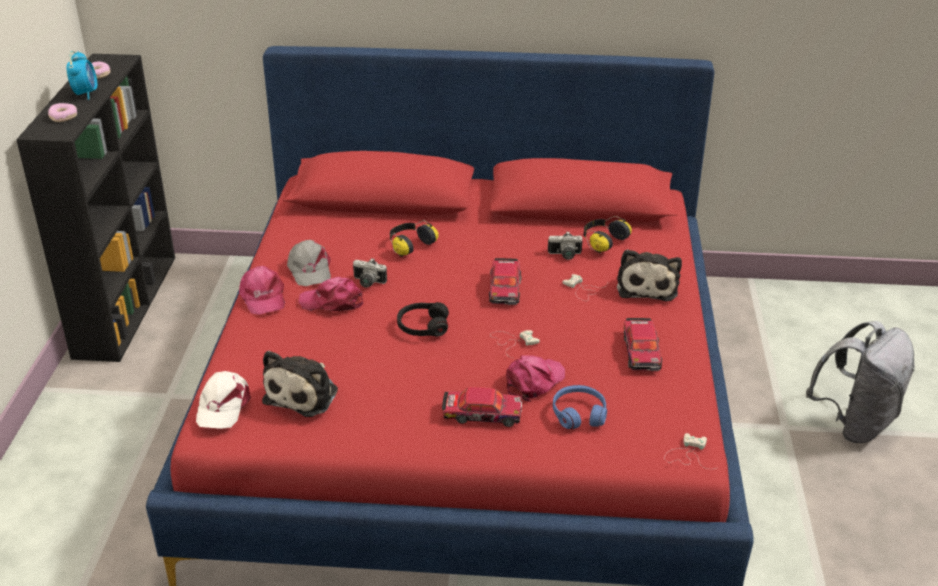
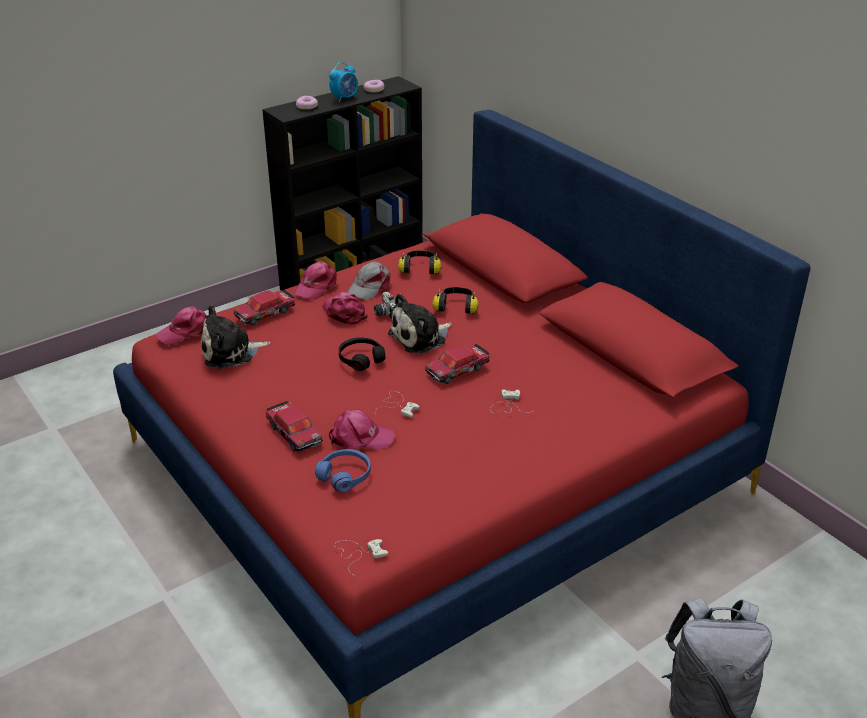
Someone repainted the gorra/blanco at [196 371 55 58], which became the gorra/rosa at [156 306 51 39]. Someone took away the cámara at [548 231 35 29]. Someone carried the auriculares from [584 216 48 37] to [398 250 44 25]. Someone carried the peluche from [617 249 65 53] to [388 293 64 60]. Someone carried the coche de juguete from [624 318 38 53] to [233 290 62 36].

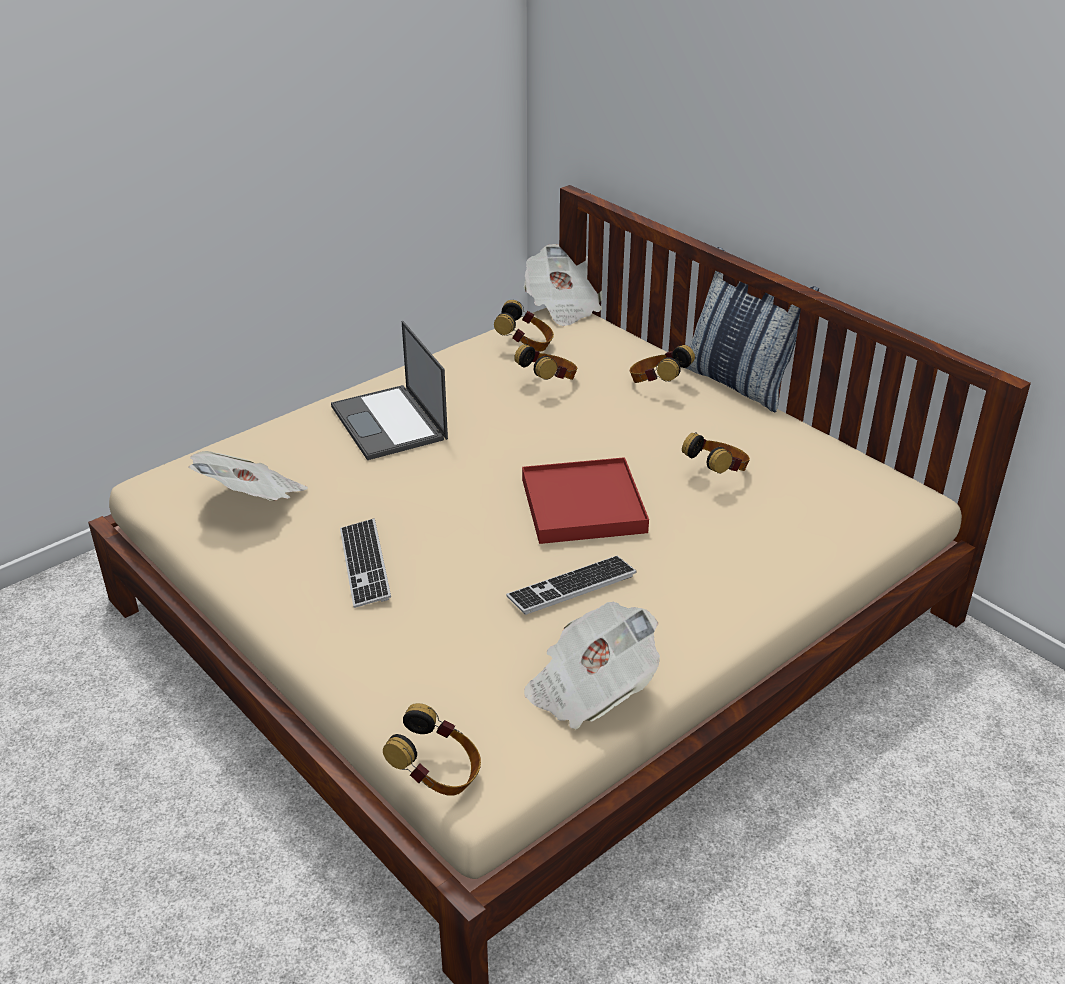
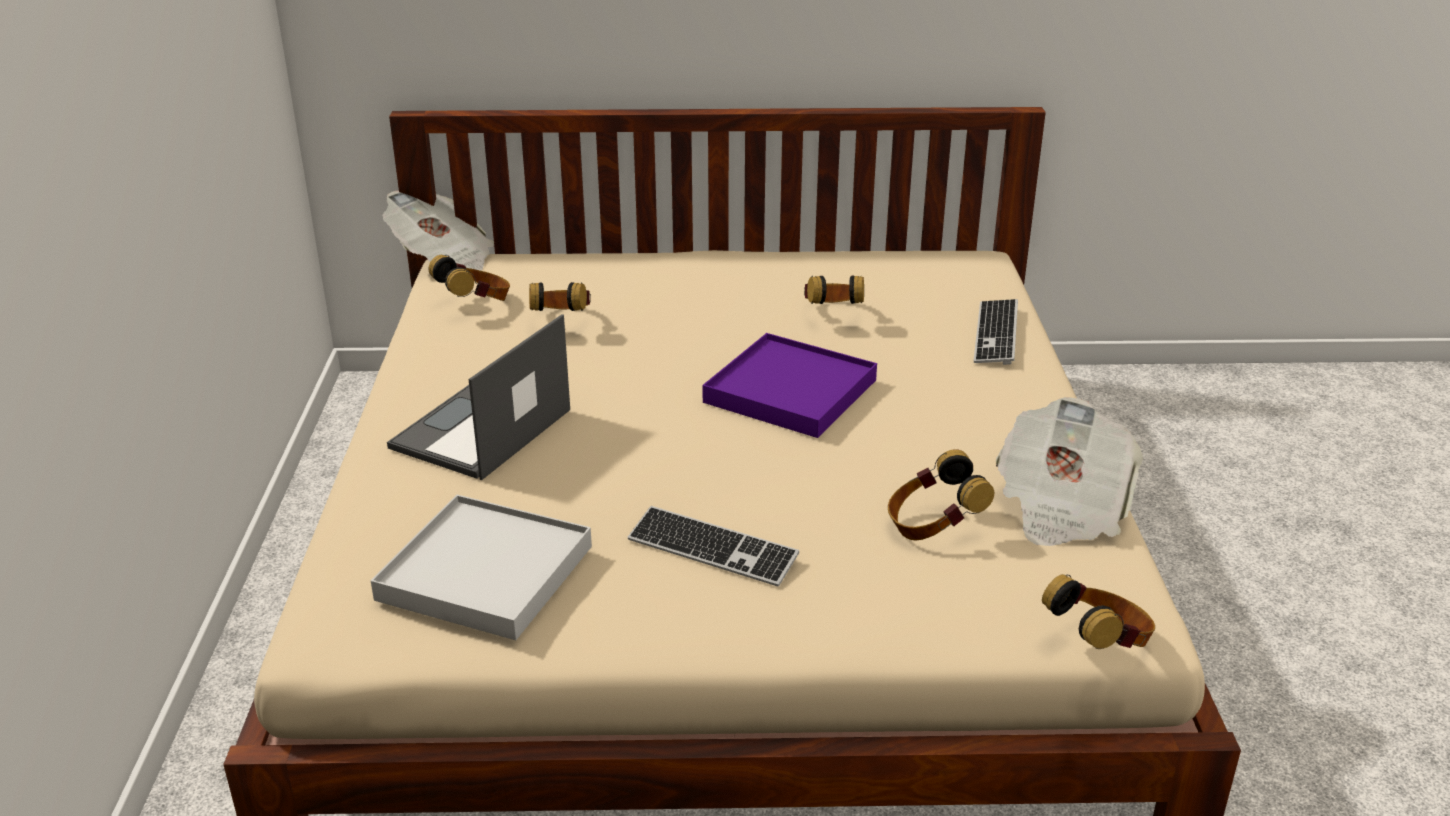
Someone swapped the periódico at [188 451 120 50] for the bandeja/blanco at [371 495 221 145]. Someone rotated the portátil at [331 321 117 139] by 105 degrees clockwise. Someone carried the teclado from [506 556 131 59] to [974 299 44 66]. Someone repainted the bandeja/rojo at [522 457 127 87], which became the bandeja/morado at [702 333 175 105]. Someone carried the auriculares from [630 345 65 38] to [888 449 106 92]. Someone took away the cojín at [686 247 133 165].

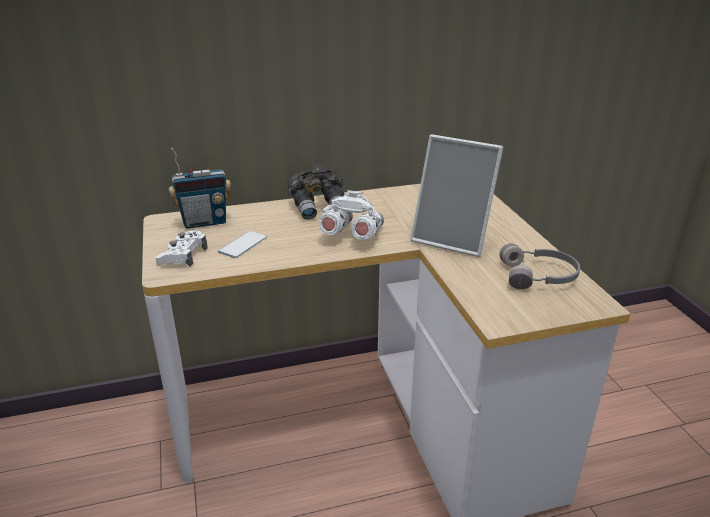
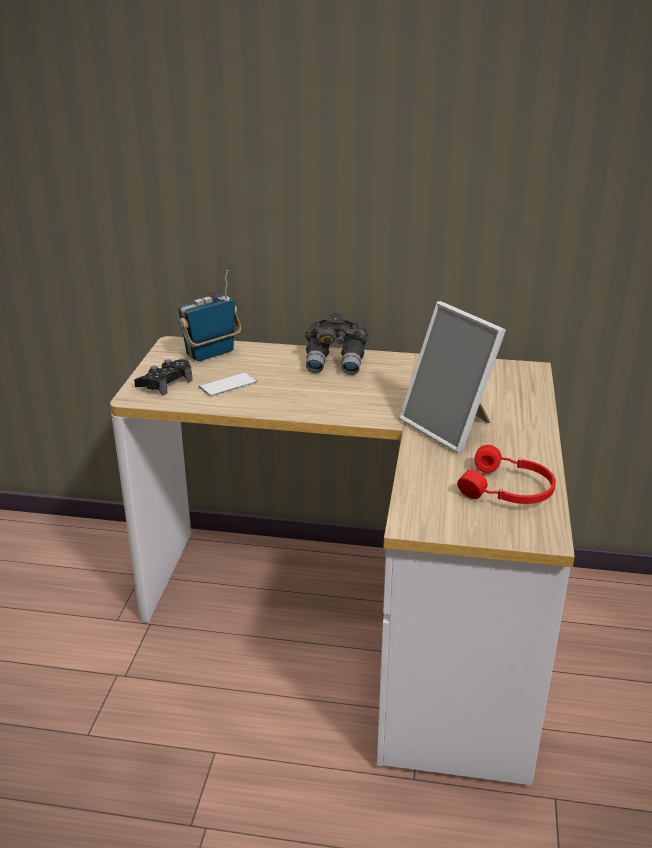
Someone repainted the mando de consola/blanco at [156 230 52 37], which became the mando de consola/negro at [134 359 59 37]. Someone rotated the radio at [169 148 62 81] by 135 degrees clockwise. Someone took away the prismáticos/blanco at [318 190 66 50]. Someone repainted the auriculares/gris at [500 243 80 46], which became the auriculares/rojo at [457 445 99 59].

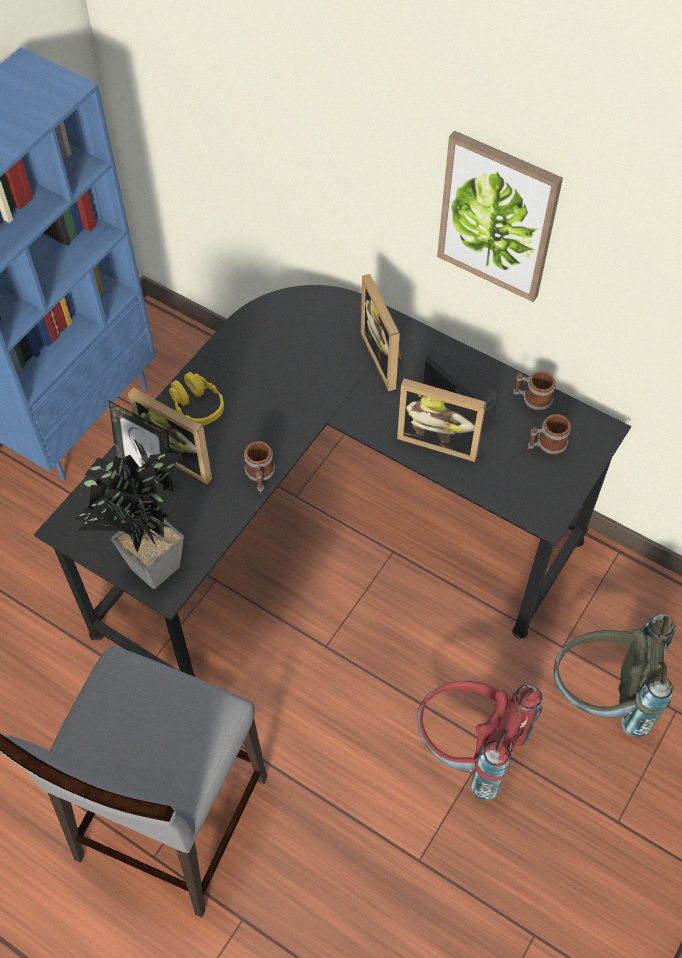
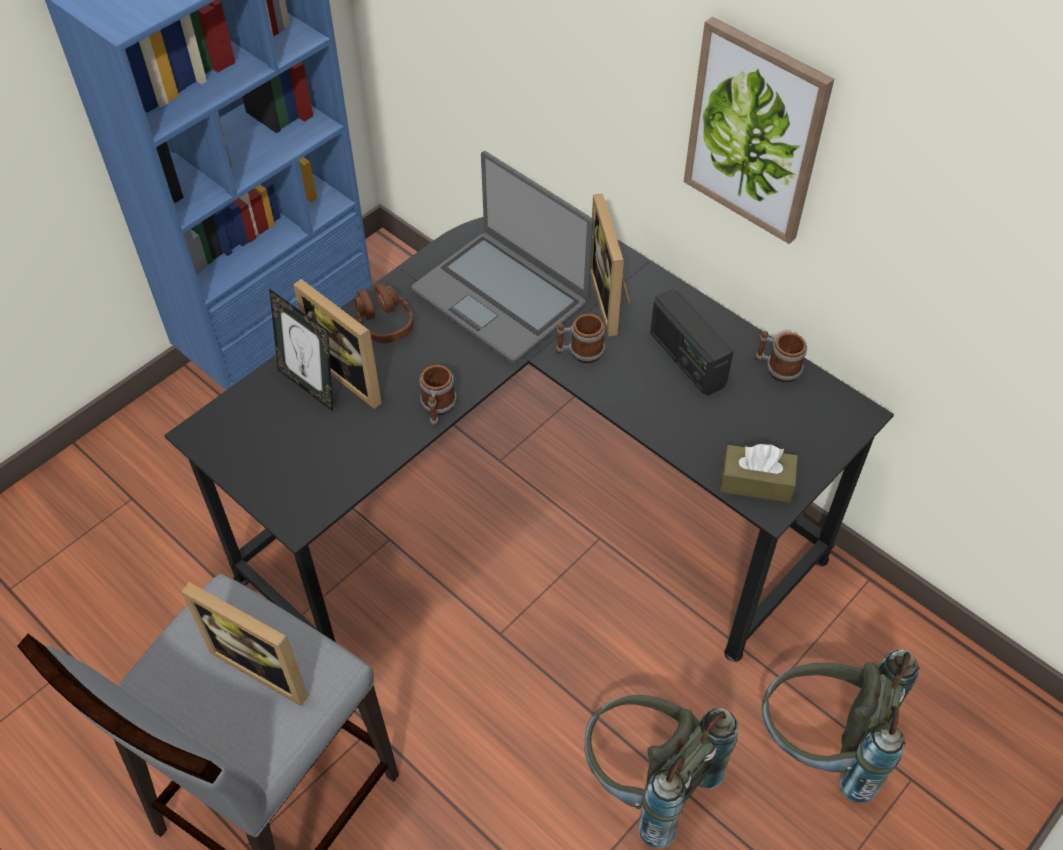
Someone took away the planta en maceta at [74 440 110 149]. Someone repainted the auriculares/amarillo at [169 372 55 54], which became the auriculares/marrón at [354 282 59 61]. Someone carried the portarretratos from [397 378 90 84] to [181 582 127 124]. Someone repainted the mochila/rojo at [417 681 126 120], which became the mochila/gris at [585 694 153 154]. Someone carried the taza grande from [526 414 45 41] to [555 314 50 49]. Someone put down the portátil at [412 151 181 213]. Someone put down the caja de pañuelos/marrón at [720 444 78 59].

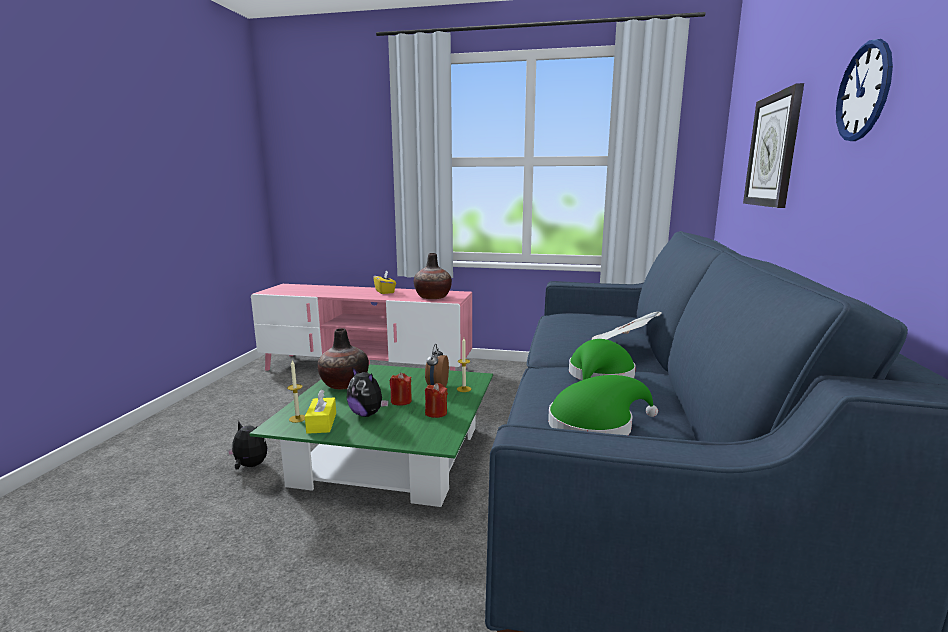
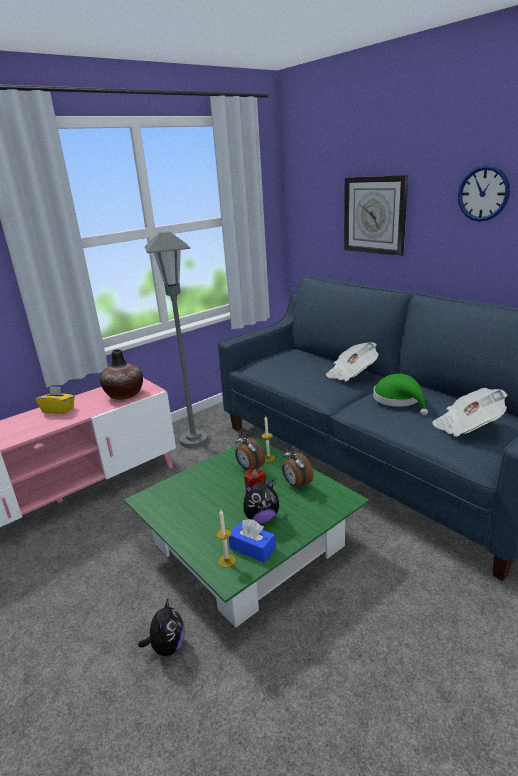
Someone rotated the peluche at [227 421 40 49] by 120 degrees clockwise. Someone repainted the caja de pañuelos/amarillo at [305 389 31 45], which became the caja de pañuelos/azul at [228 519 48 44]. Someone took away the florero at [318 328 51 62]. Someone swapped the vela/rojo at [425 383 23 35] for the despertador at [282 446 31 43]. Someone swapped the sombrero/verde at [548 375 110 60] for the periódico at [432 388 76 49]. Someone put down the lámpara de pie/gris at [145 231 63 217].

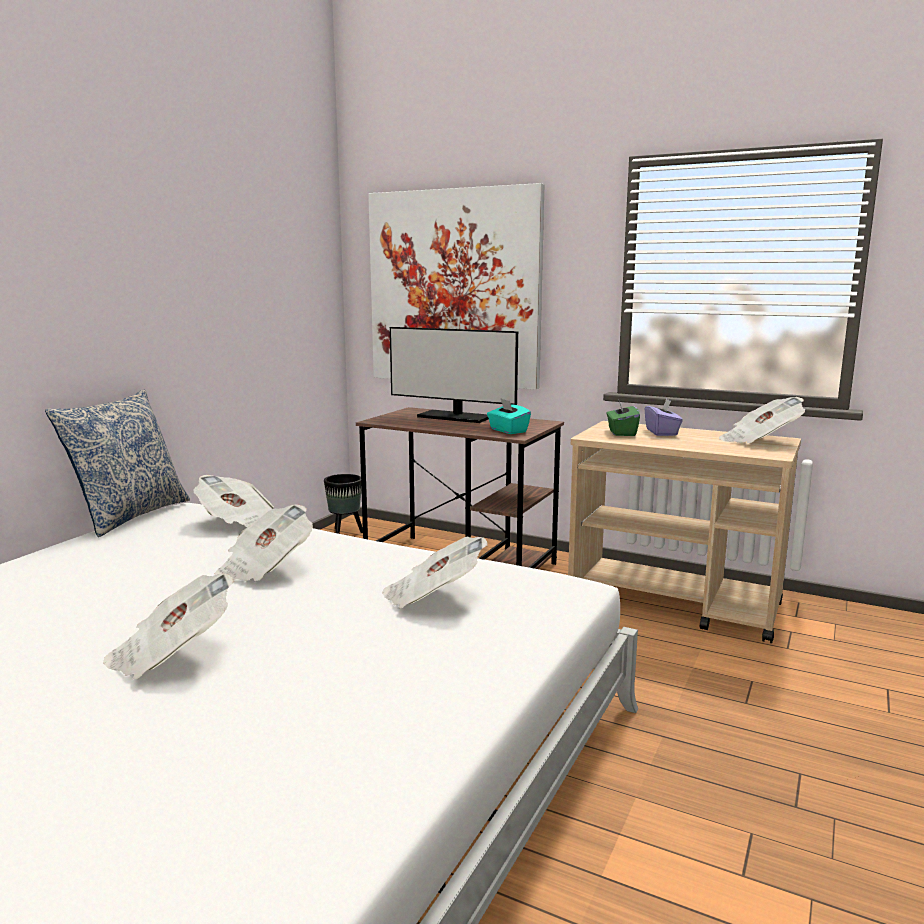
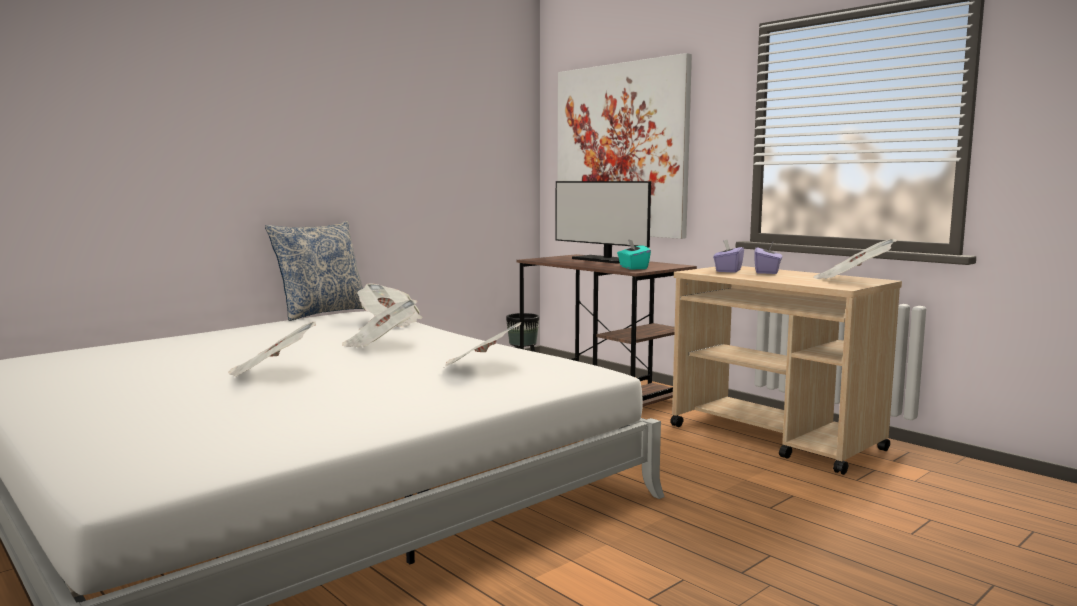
Someone repainted the caja de pañuelos/verde at [607 399 33 37], which became the caja de pañuelos/morado at [713 240 31 33].

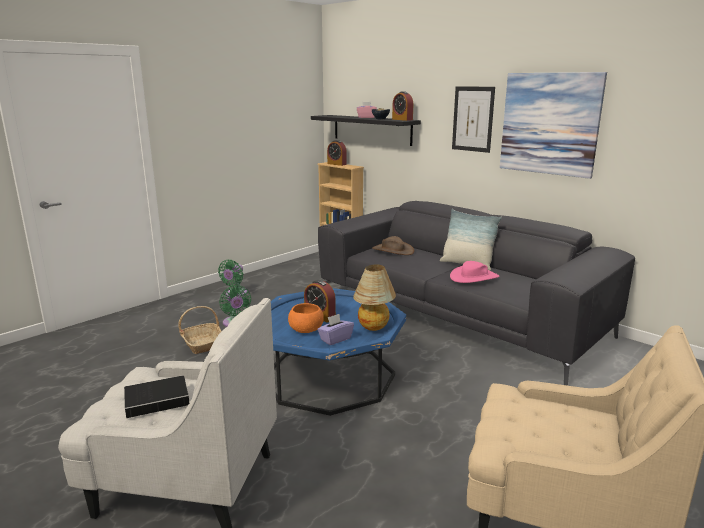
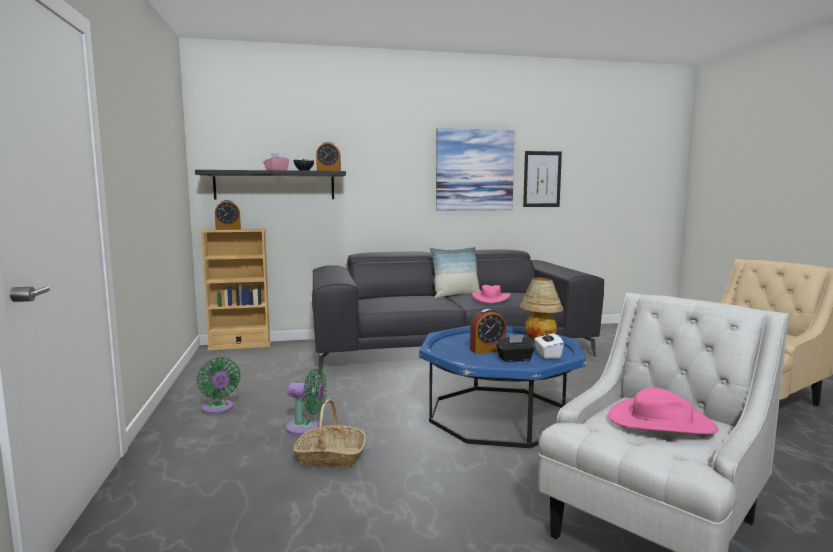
Someone swapped the libro at [124 375 67 43] for the sombrero/rosa at [608 387 111 47]. Someone swapped the cuenco/naranja at [288 303 36 30] for the caja de pañuelos/negro at [496 335 39 27]. Someone repainted the caja de pañuelos/morado at [317 314 37 31], which became the caja de pañuelos/blanco at [534 329 30 30]. Someone took away the sombrero/marrón at [372 236 42 19]. Someone carried the cuadro from [452 86 43 67] to [523 151 39 56].

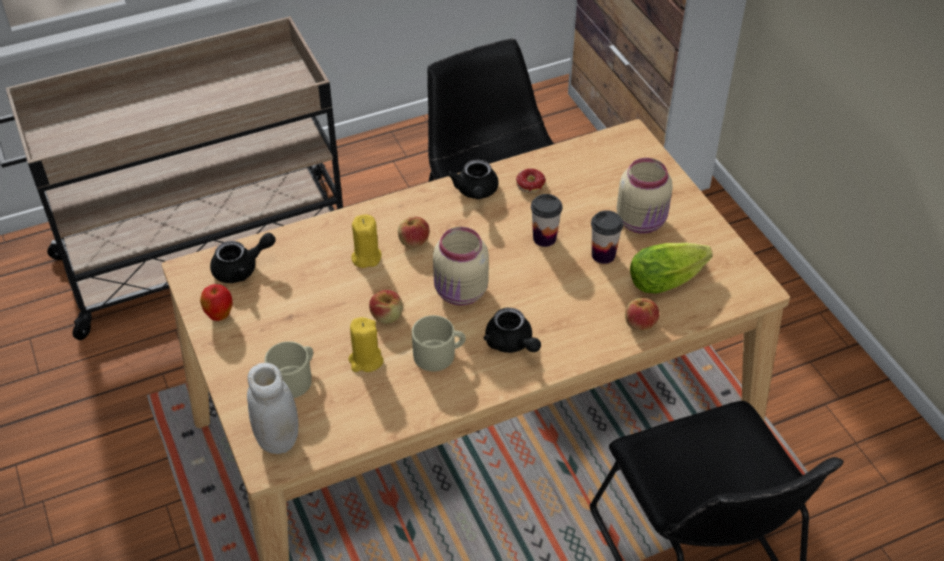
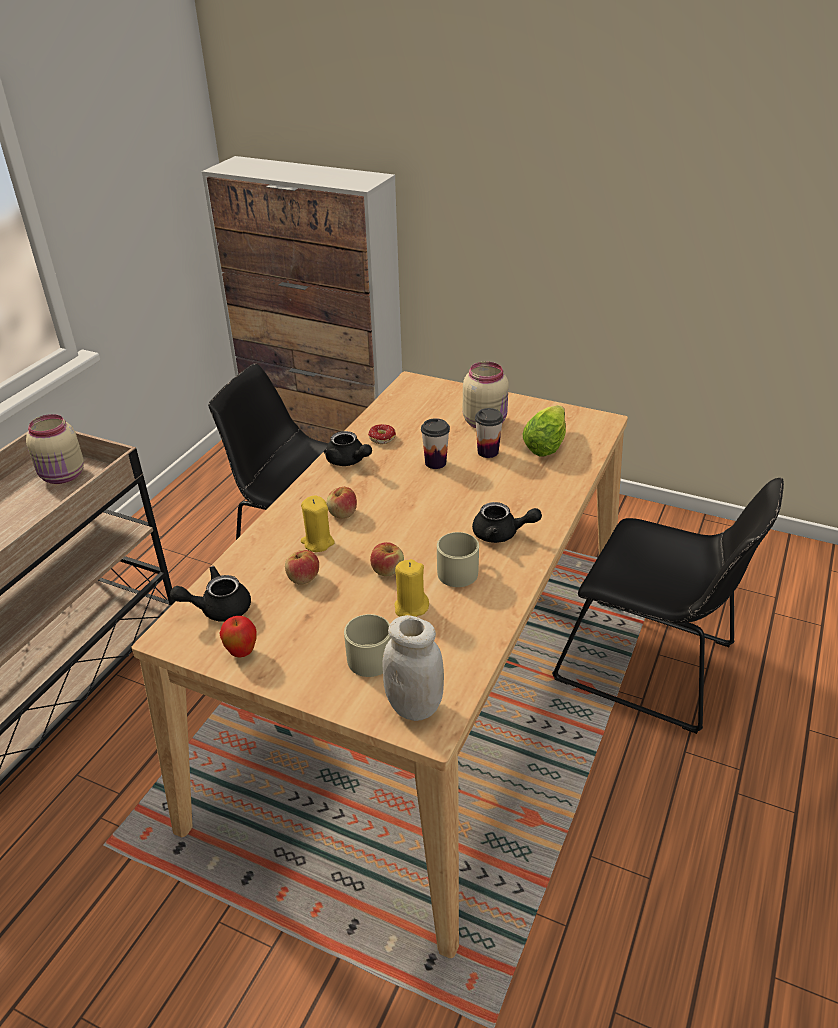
Someone rotated the tetera/negro at [210 233 66 50] by 135 degrees counterclockwise. Someone carried the tarro/beis from [433 227 56 79] to [26 414 58 70]. Someone carried the manzana from [625 298 34 33] to [285 550 34 35].

